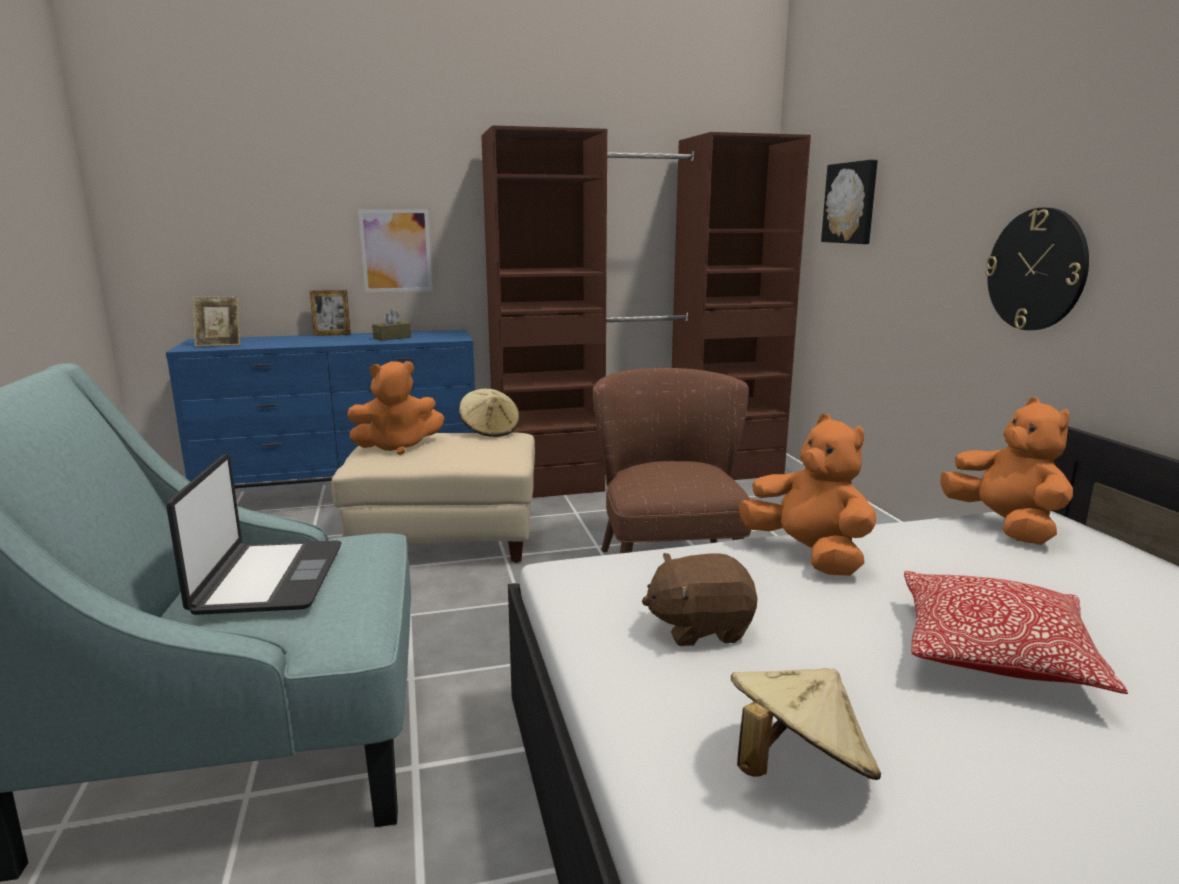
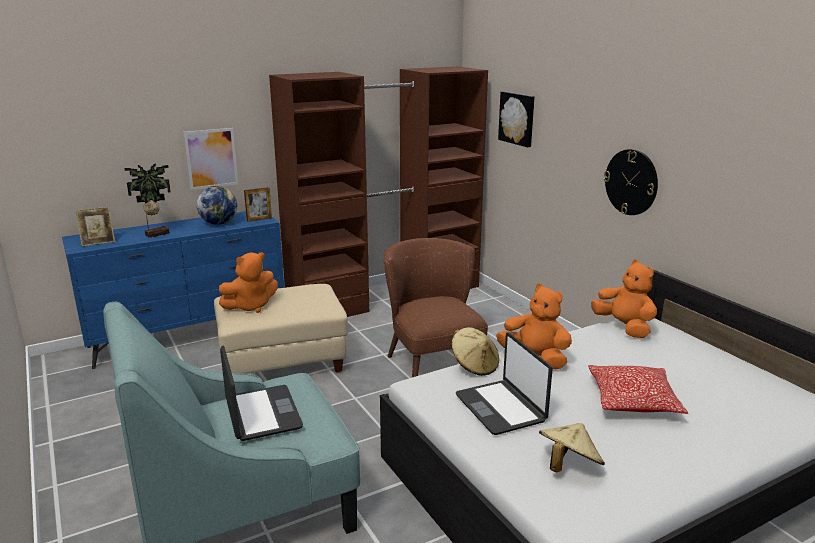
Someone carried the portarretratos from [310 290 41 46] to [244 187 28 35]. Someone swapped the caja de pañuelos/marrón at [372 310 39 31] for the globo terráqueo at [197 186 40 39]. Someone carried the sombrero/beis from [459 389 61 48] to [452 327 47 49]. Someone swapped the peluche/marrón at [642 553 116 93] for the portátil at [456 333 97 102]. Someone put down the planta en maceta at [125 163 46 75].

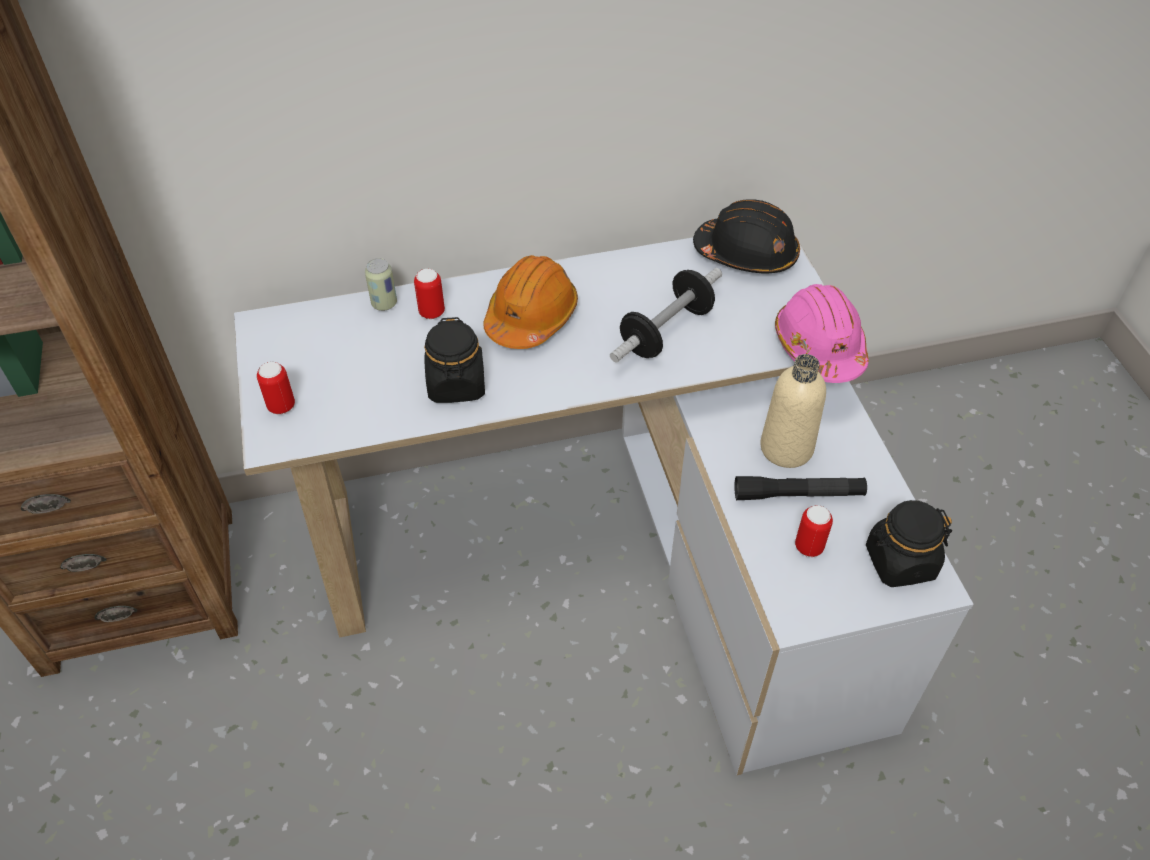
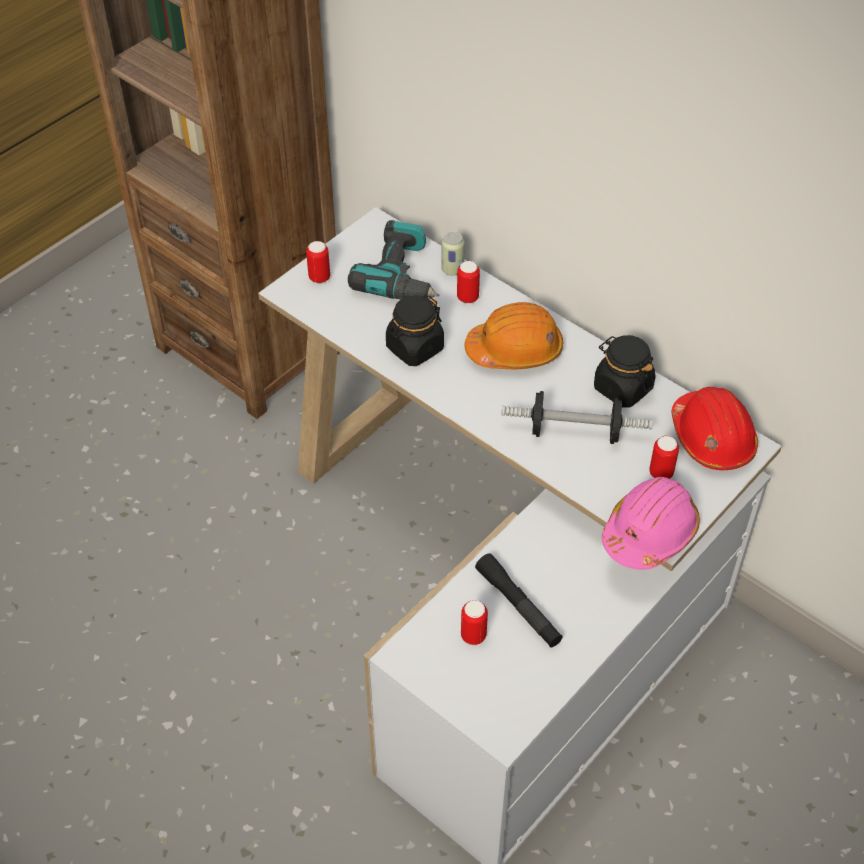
Someone repainted the casco/negro at [693 199 107 74], which became the casco/rojo at [671 387 87 83]. Someone took away the botella/beis at [760 354 66 114]. Someone carried the tarro/negro from [866 500 86 87] to [594 335 62 73]. Someone put down the taladro at [348 220 92 80]. Someone put down the lata at [649 436 30 43].

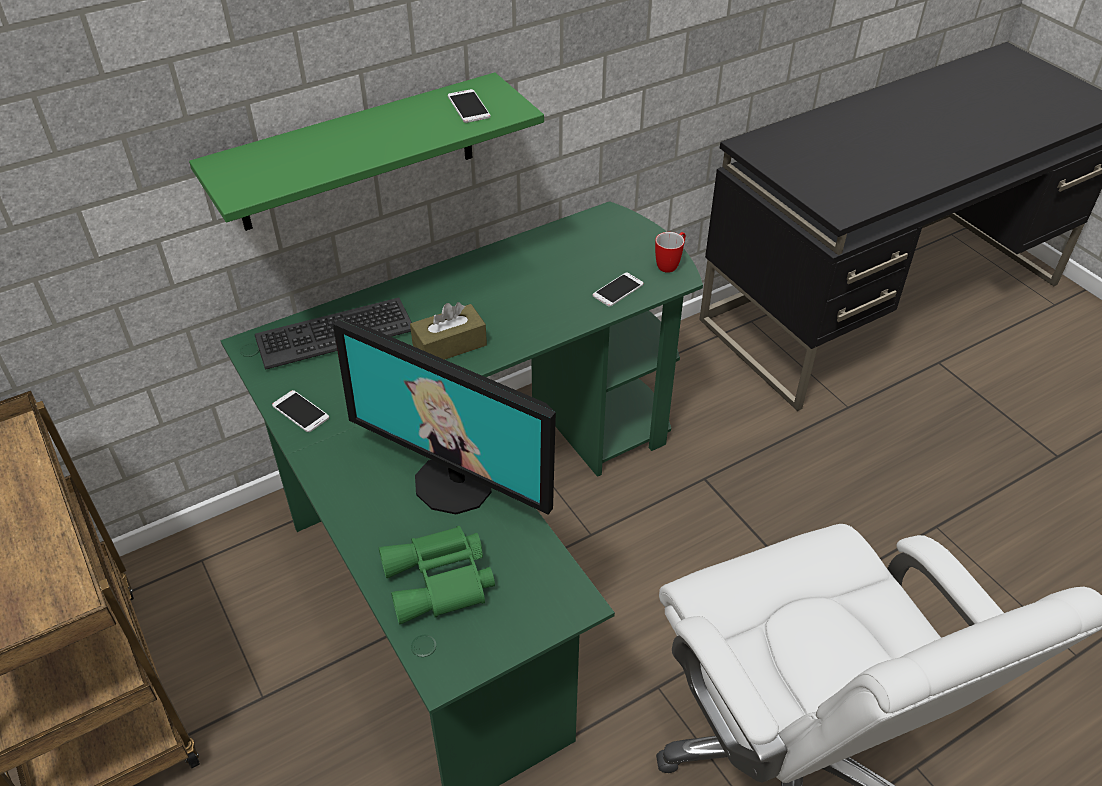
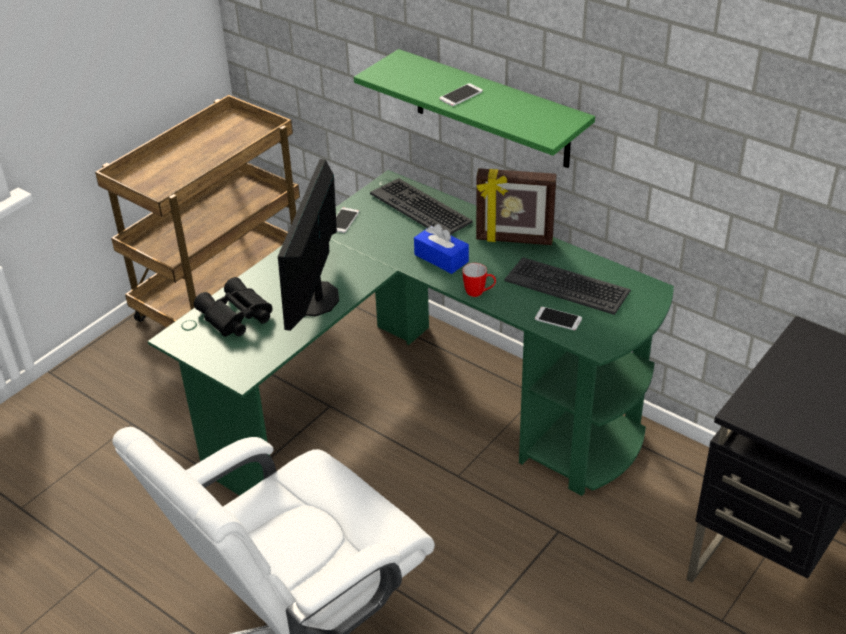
Someone repainted the prismáticos/verde at [379 526 116 99], which became the prismáticos/negro at [194 277 78 60]. Someone repainted the caja de pañuelos/marrón at [410 302 77 58], which became the caja de pañuelos/azul at [414 224 55 50]. Someone carried the móvil from [448 89 42 34] to [439 83 44 23]. Someone carried the taza grande from [655 232 31 41] to [463 263 33 34]. Someone put down the portarretratos at [476 168 81 77]. Someone put down the teclado at [504 257 127 58].

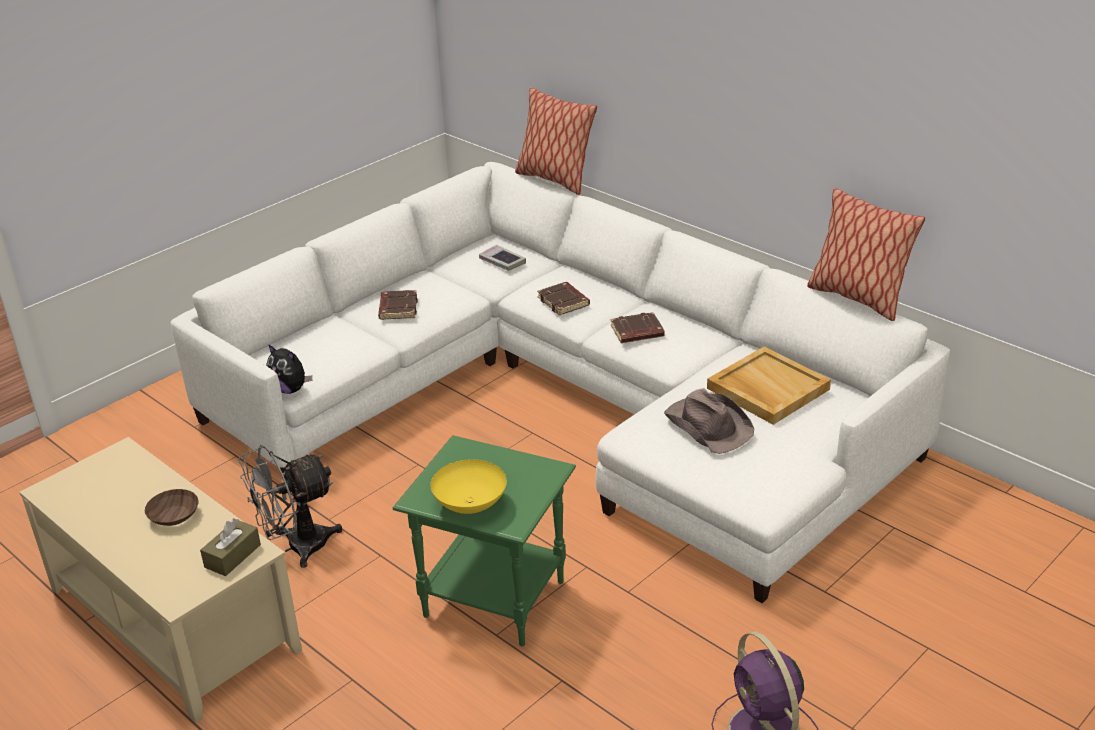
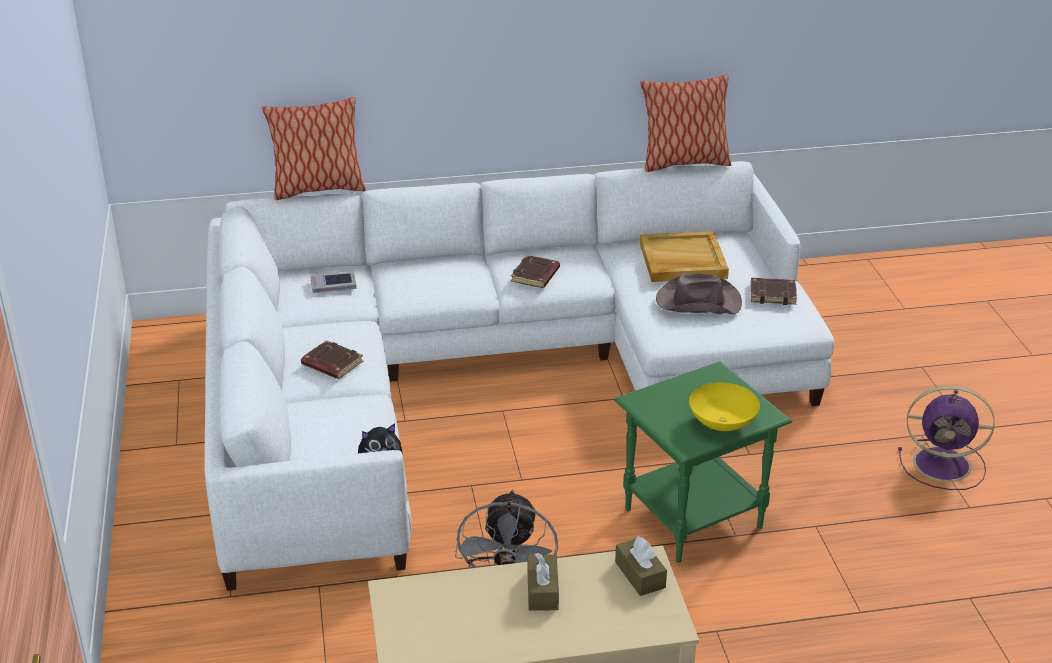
Someone swapped the cuenco/marrón at [145 489 54 37] for the caja de pañuelos/marrón at [528 553 31 58]. Someone carried the libro/marrón from [537 282 53 33] to [751 278 46 27].

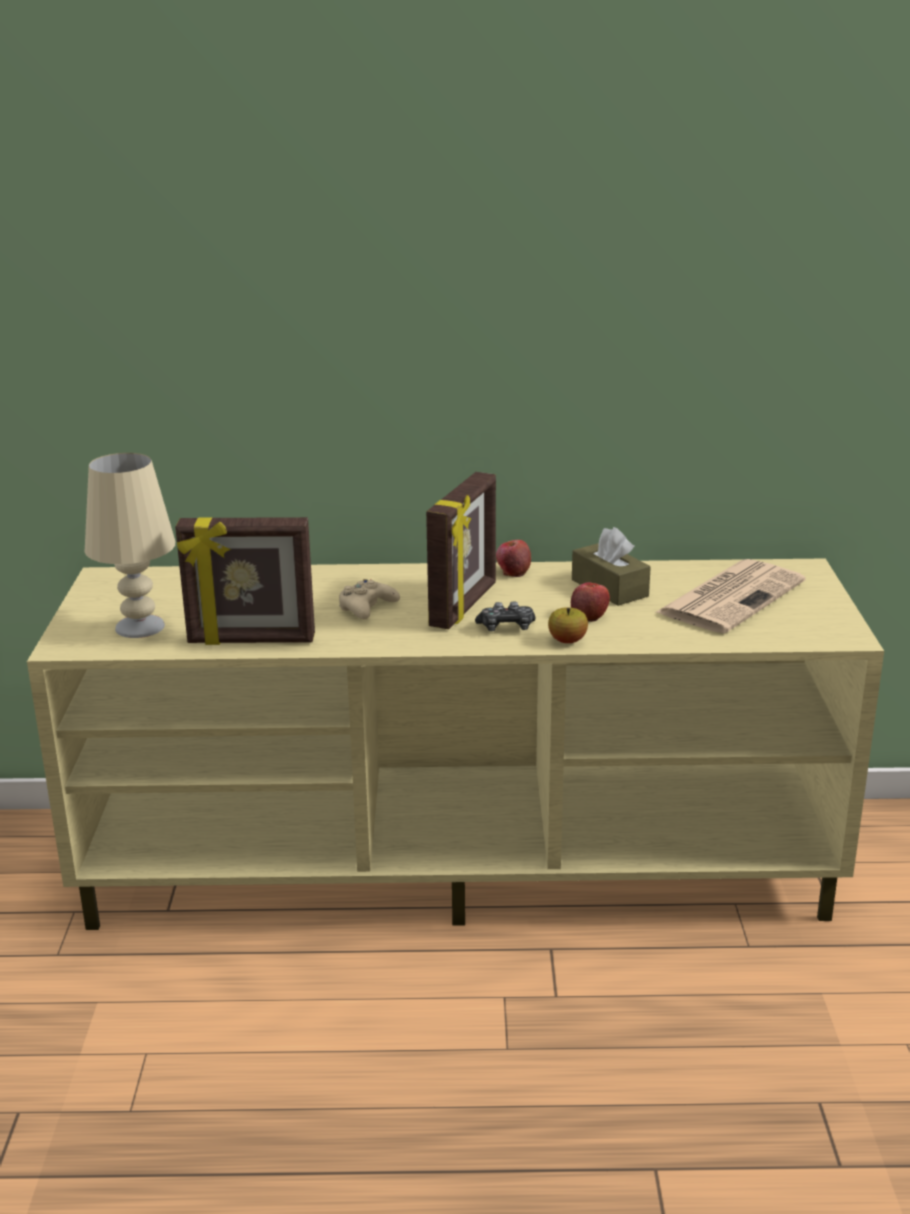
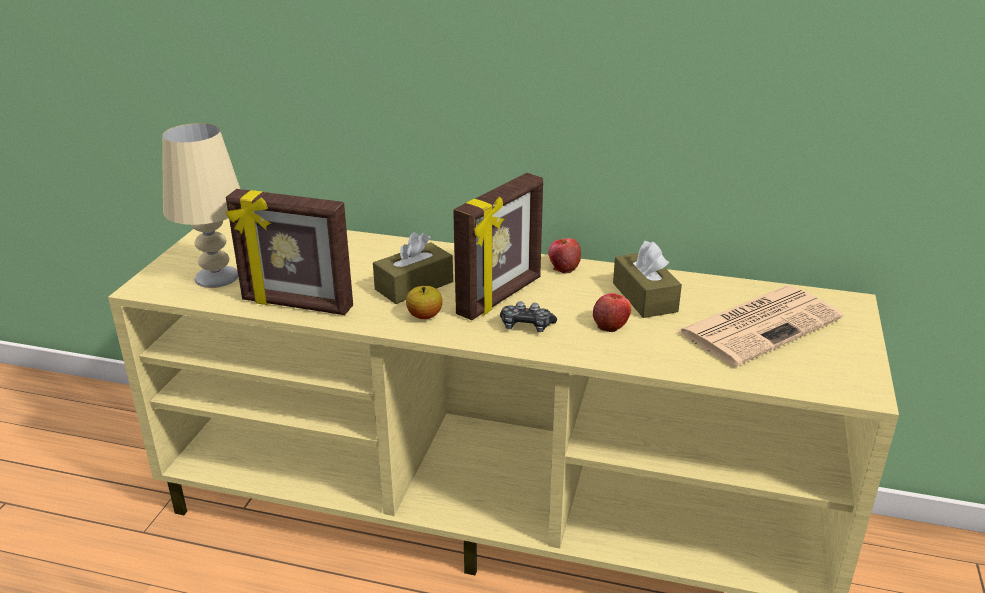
Someone swapped the mando de consola/beis at [339 579 61 41] for the caja de pañuelos/marrón at [373 232 80 72]. Someone carried the manzana from [548 607 40 36] to [406 286 36 33].

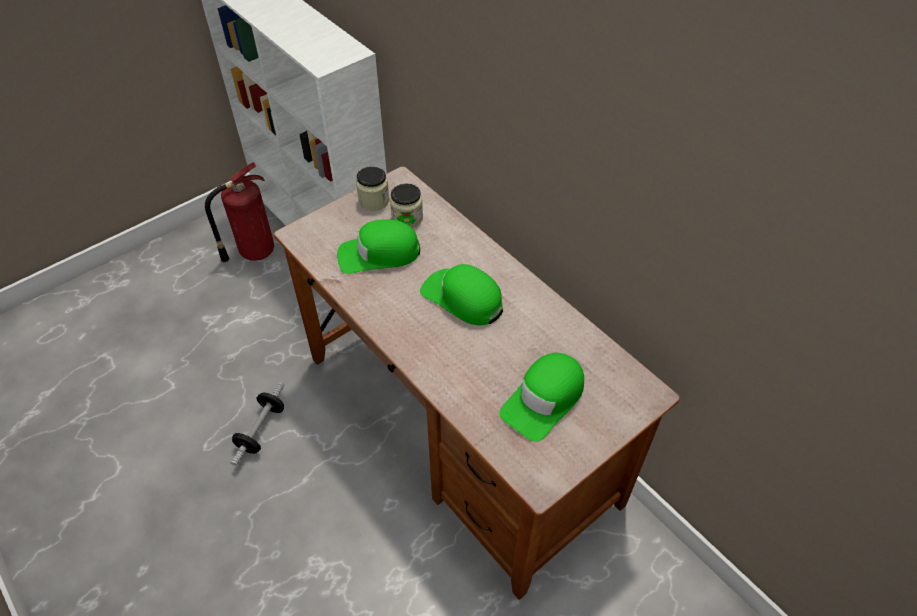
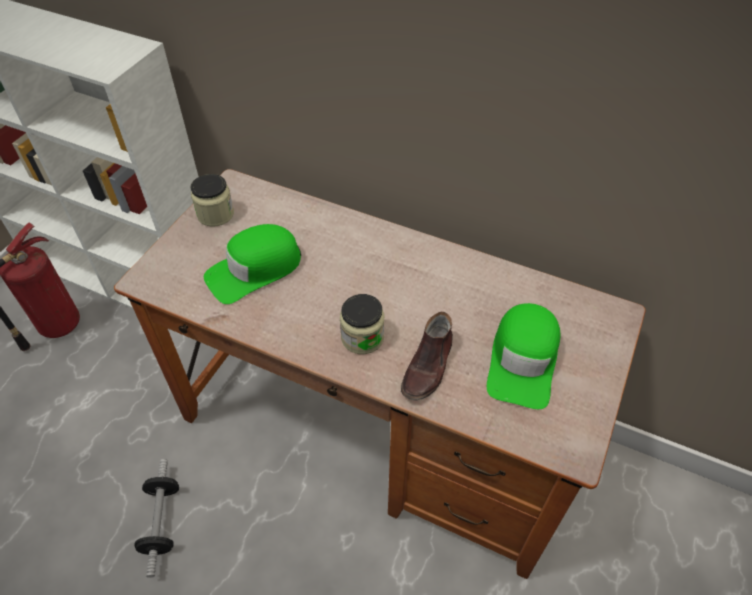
Someone carried the tarro from [390 184 33 44] to [340 294 44 60]. Someone took away the gorra/verde at [420 264 83 62]. Someone put down the zapato/marrón at [401 312 52 89].

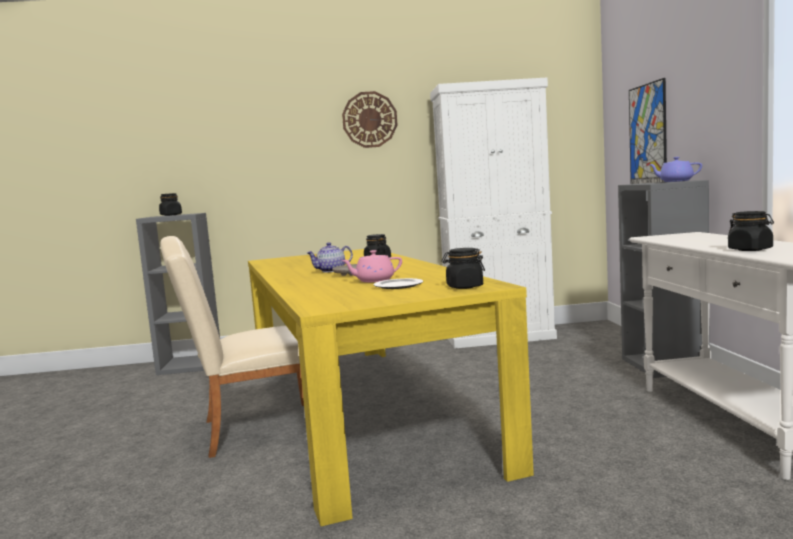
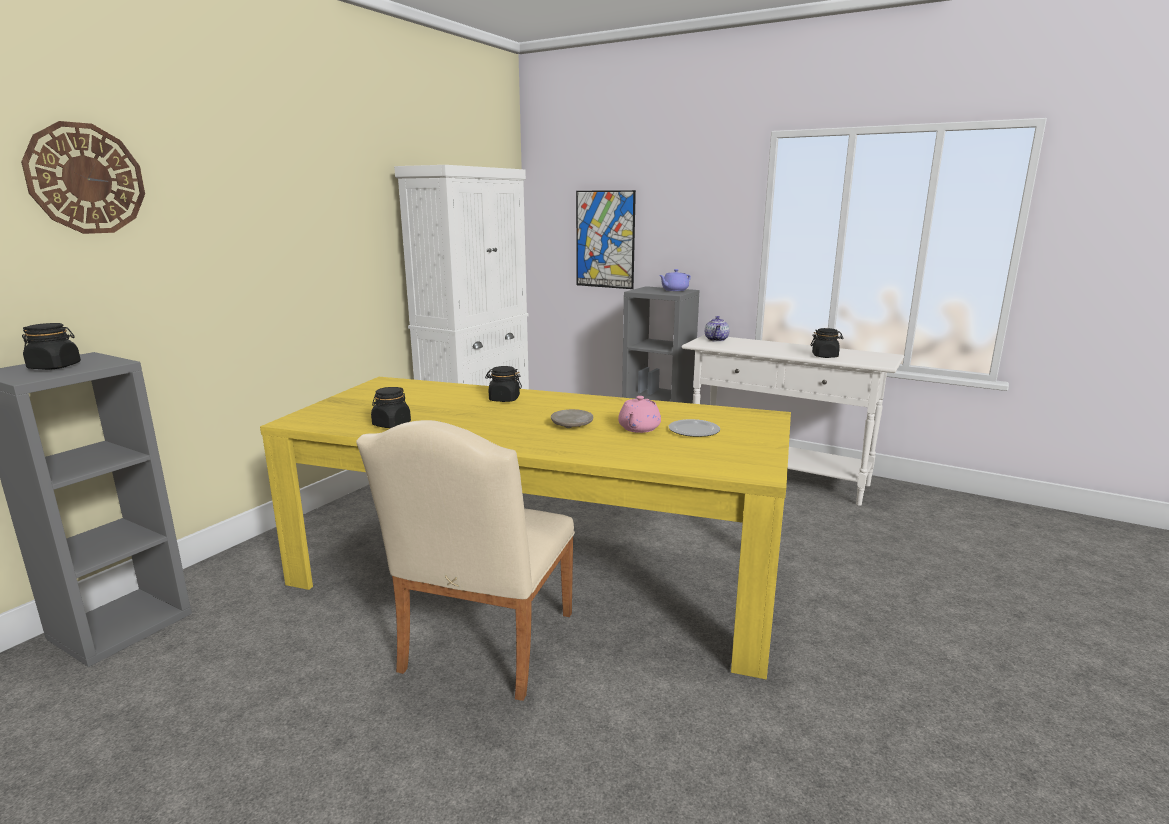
Someone carried the tetera from [307 242 46 31] to [705 316 25 26]. Someone carried the reloj de pared from [342 91 56 57] to [21 121 124 113]. Someone carried the tarro/negro from [442 248 43 41] to [371 387 40 41].

